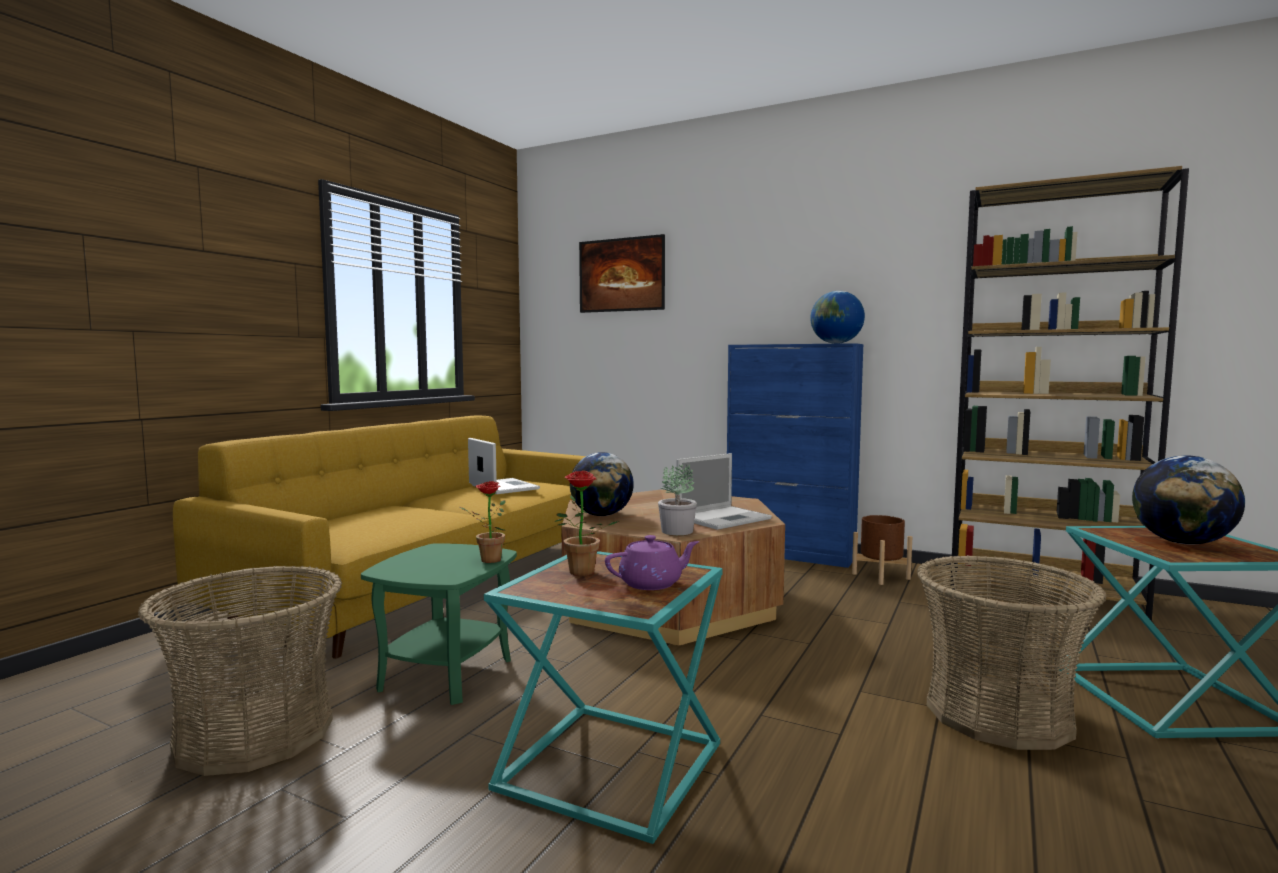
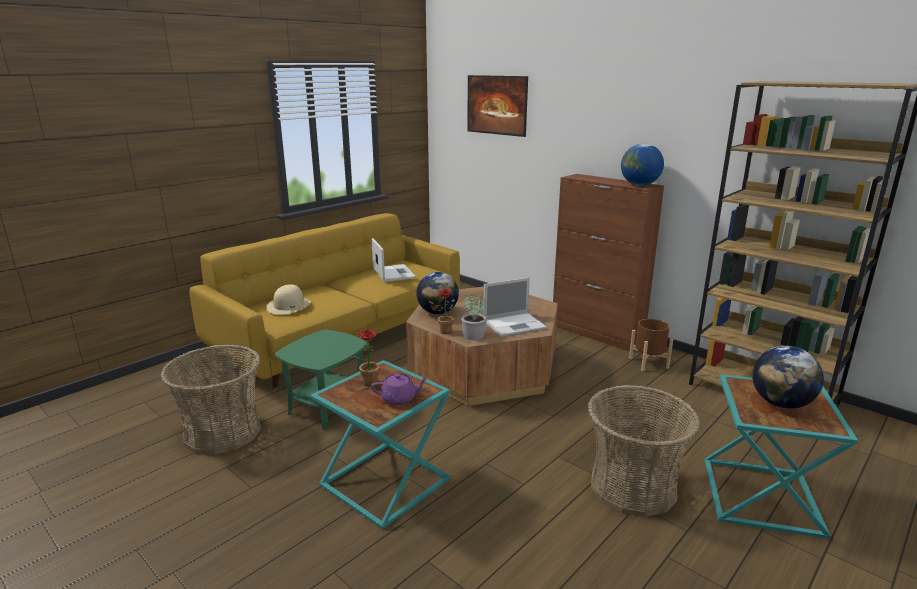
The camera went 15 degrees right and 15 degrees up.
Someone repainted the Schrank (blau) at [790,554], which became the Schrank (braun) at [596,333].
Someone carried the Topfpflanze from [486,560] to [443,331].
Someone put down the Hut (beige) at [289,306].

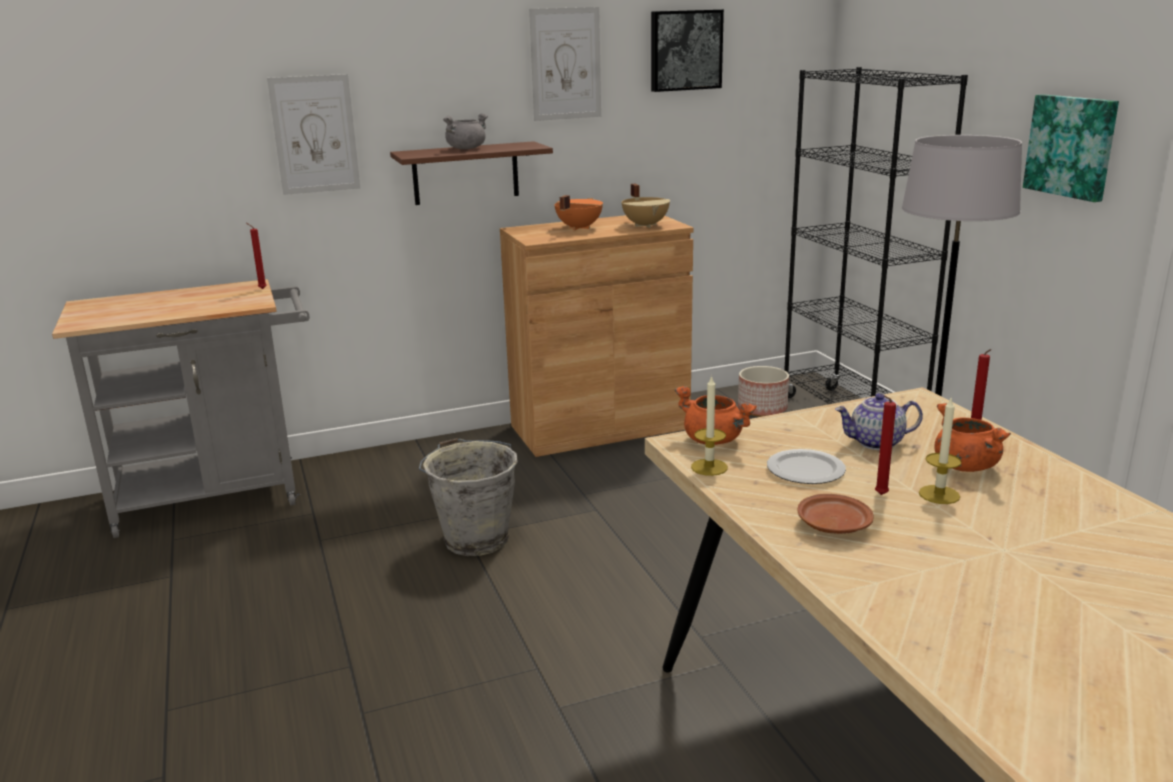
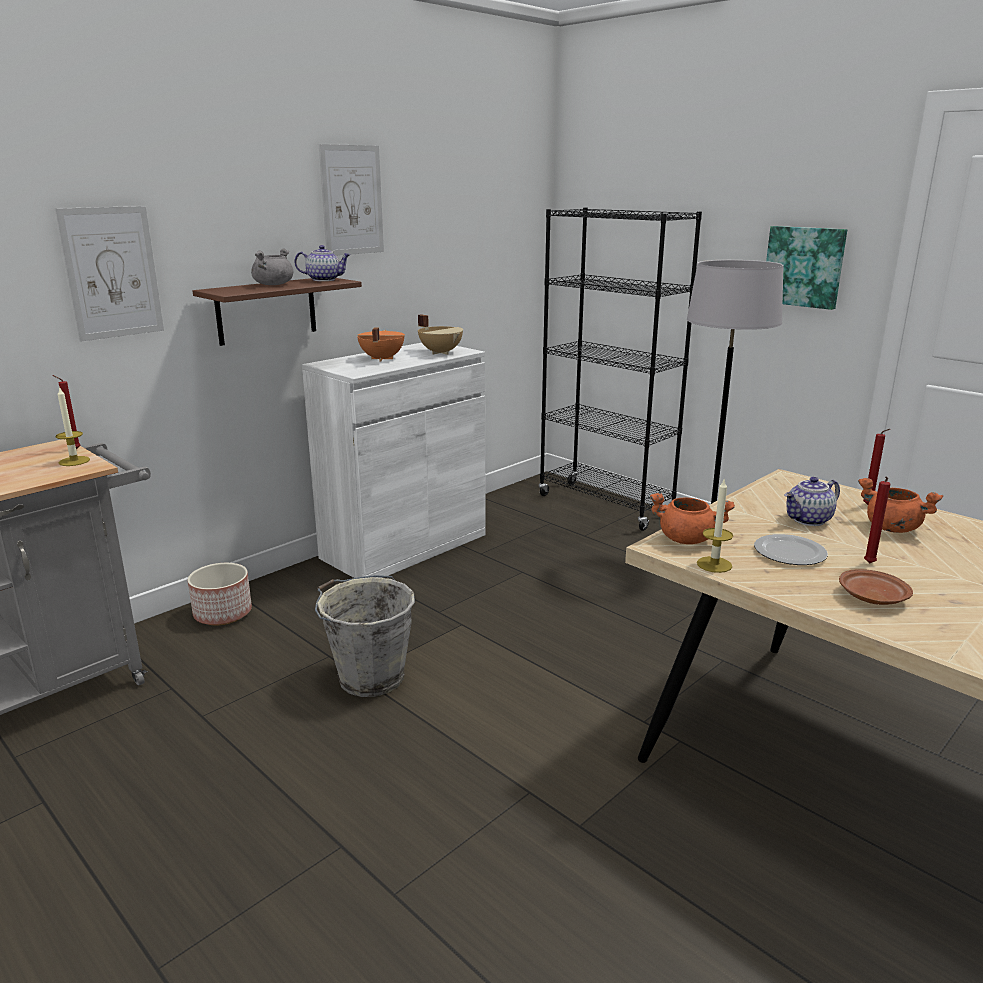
The camera went 25 degrees left and 0 degrees up.
Someone took away the Bild at [685,50].
Someone repainted the Schrank (braun) at [599,427], which became the Schrank (weiß) at [404,546].
Someone carried the Pflanzkübel from [762,409] to [223,613].
Someone carried the Kerze from [939,494] to [74,461].
Someone put down the Teekanne at [324,280].

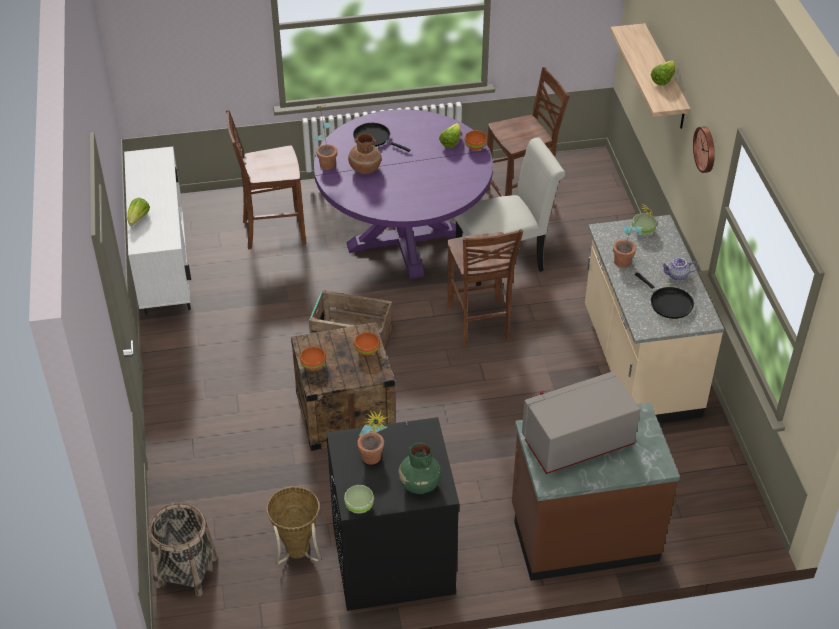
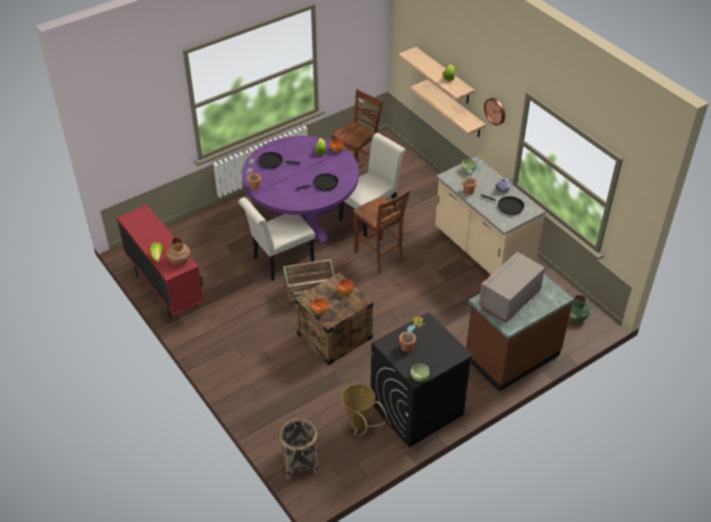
The camera went 25 degrees left and 0 degrees up.
Someone took away the Stuhl (braun) at [272,231].
Someone carried the Vase (braun) from [365,168] to [179,260].
Someone repainted the Schrank (weiß) at [165,275], which became the Schrank (rot) at [166,291].
Someone carried the Vase (grün) from [419,484] to [576,317].
Someone put up the Wandregal at [455,109].
Someone put down the Pfanne (schwarz) at [323,184].
Someone put down the Stuhl (weiß) at [279,262].

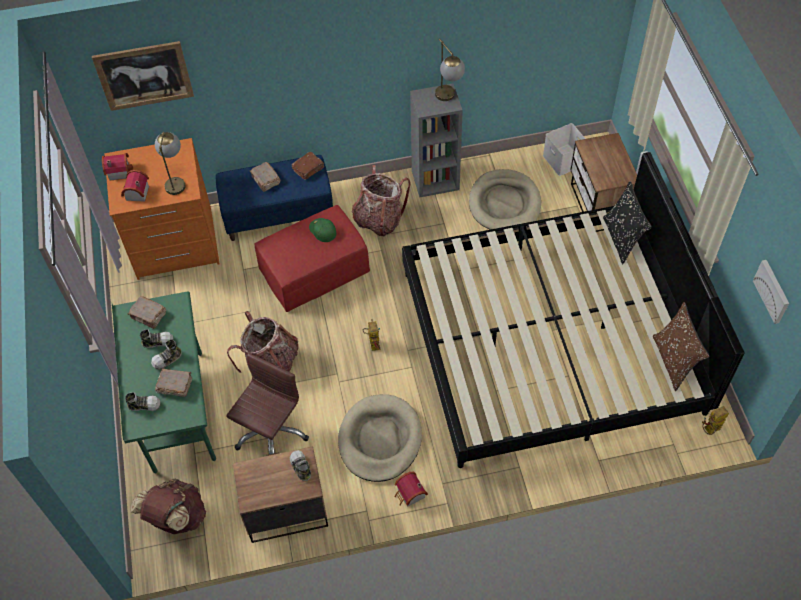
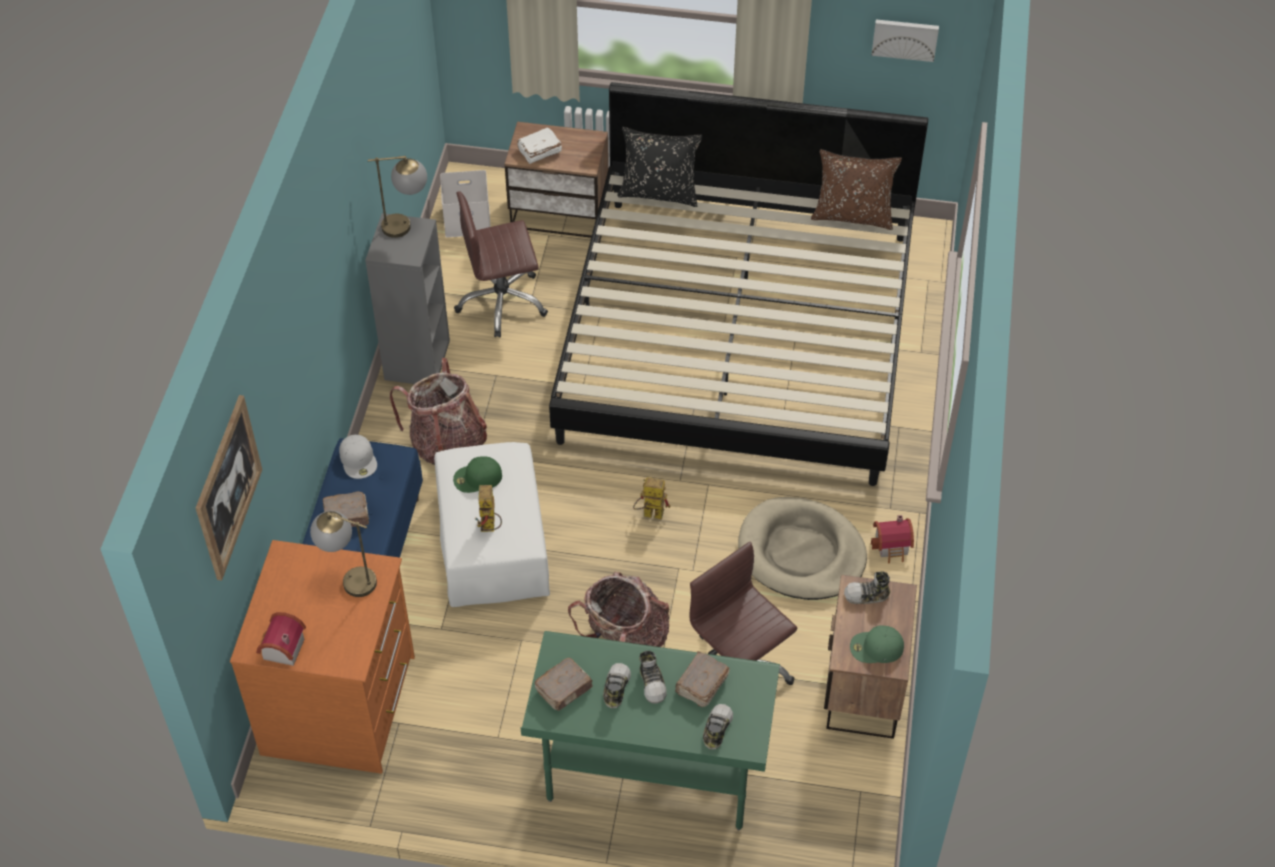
The camera went 70 degrees left and 5 degrees down.
Someone swapped the Buch (braun) at [308,169] for the Kappe (weiß) at [358,459].
Someone swapped the Hundebett (beige) at [504,203] for the Bürostuhl (braun) at [502,303].
Someone took away the Spielzeughaus at [135,194].
Someone repainted the Polsterhocker (rot) at [314,270], which became the Polsterhocker (weiß) at [493,543].
Someone carried the Spielzeugroboter from [710,431] to [490,528].
Someone took away the Rucksack (braun) at [176,518].
Someone put down the Buch (weiß) at [539,151].
Someone put down the Kappe (grün) at [876,648].

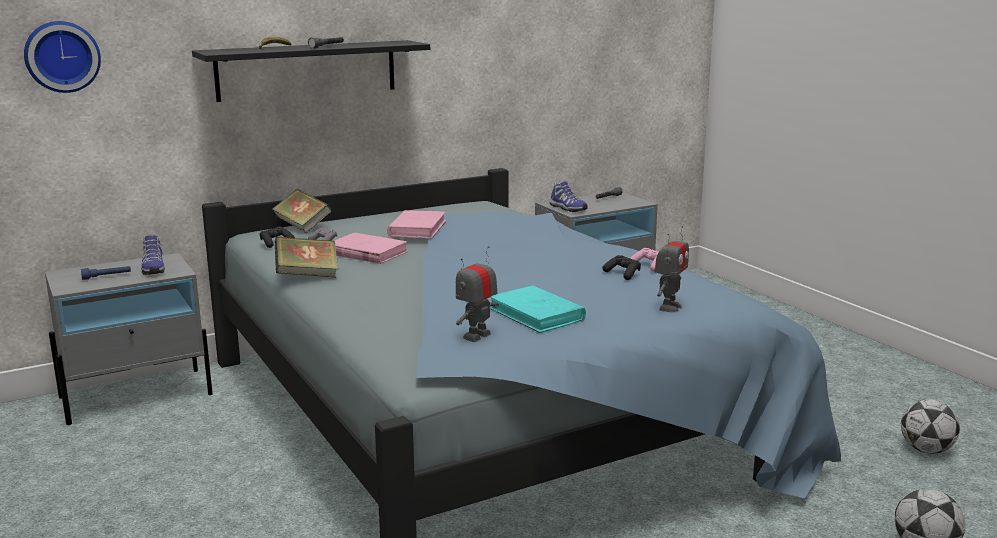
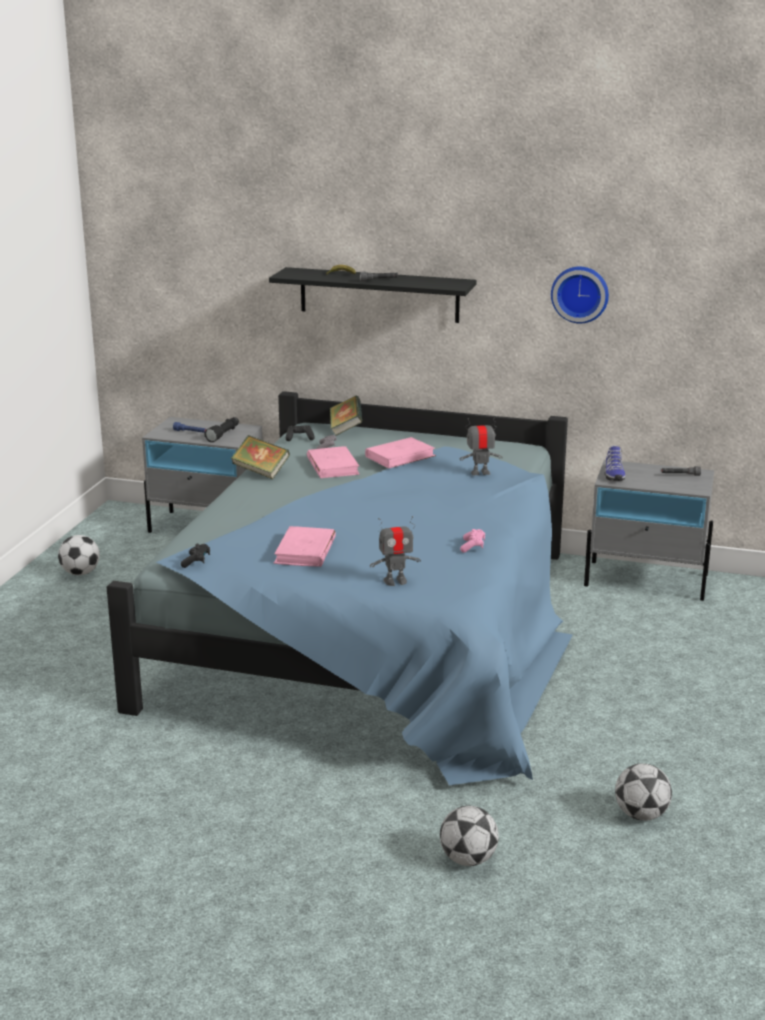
The camera went 45 degrees right and 5 degrees up.
Someone carried the Wanduhr from [62,56] to [580,293].
Someone swapped the Schuh at [153,269] for the Taschenlampe (schwarz) at [223,434].
Someone carried the Spielzeugroboter from [477,336] to [480,473].
Someone carried the Gamepad (schwarz) from [622,274] to [196,561].
Someone repainted the Buch (türkis) at [536,314], which became the Buch (rosa) at [305,551].
Someone put down the Fußball at [80,573].

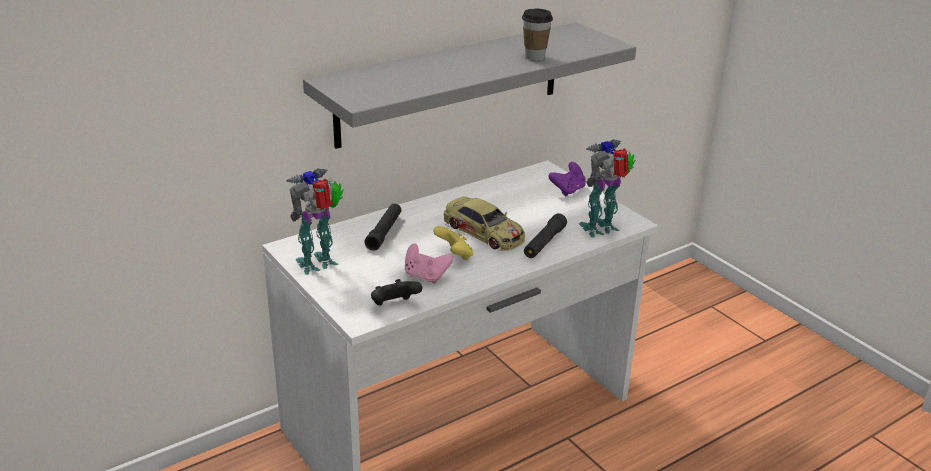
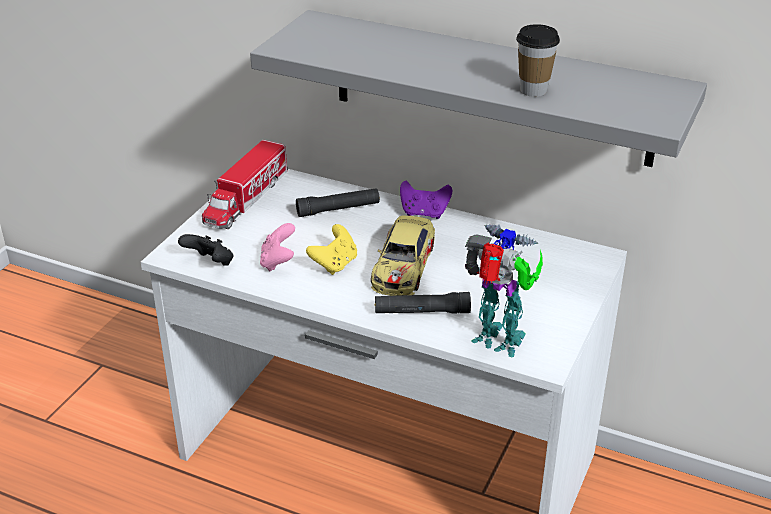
The camera went 60 degrees right and 5 degrees up.
Someone carried the Gamepad (lila) from [568,190] to [424,213].
Someone swapped the Spielzeugroboter at [319,264] for the Spielzeuglaster at [246,199].

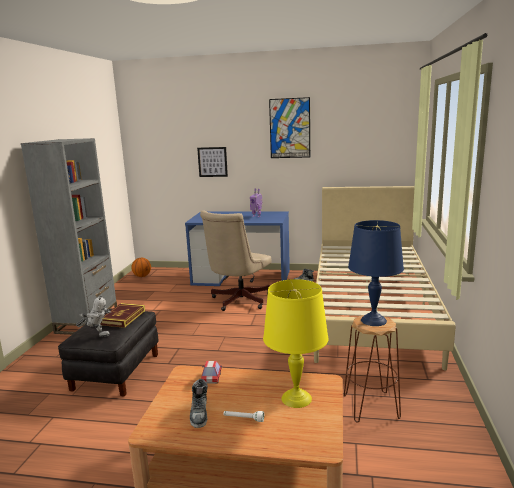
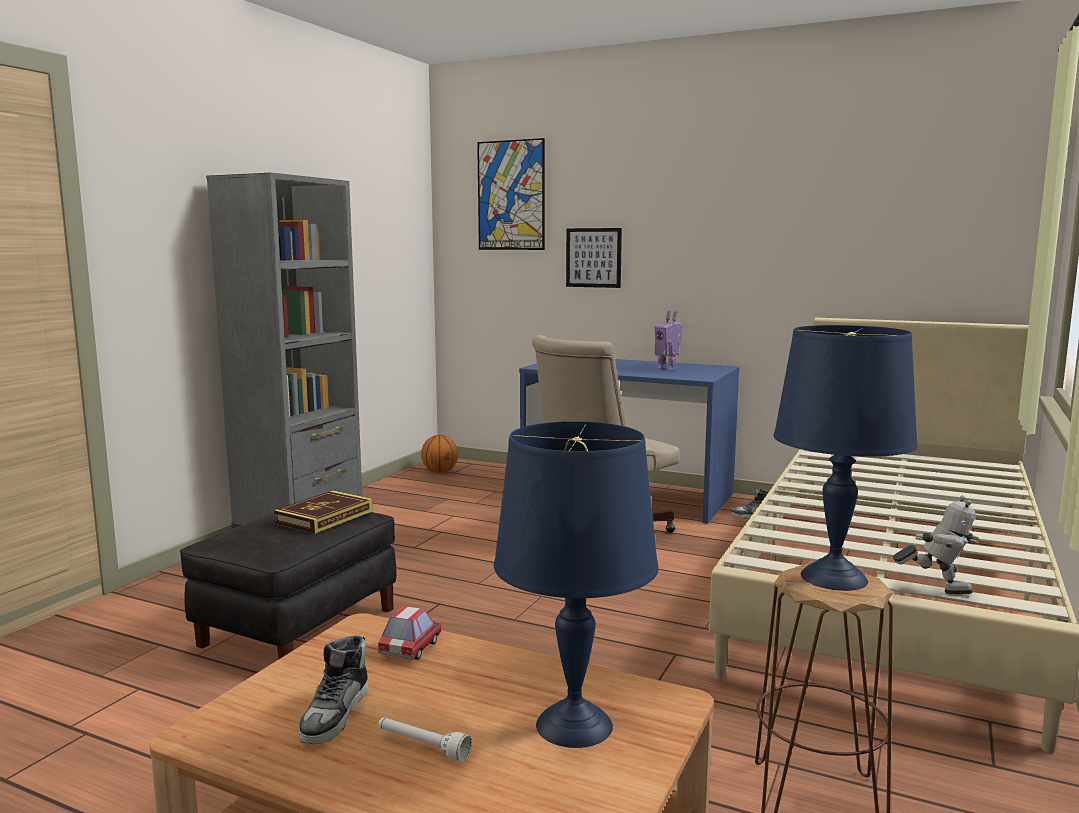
The camera went 15 degrees right and 5 degrees down.
Someone carried the Bild from [290,128] to [511,195].
Someone repainted the Tischlampe (gelb) at [296,398], which became the Tischlampe (blau) at [573,725].
Someone carried the Spielzeugroboter from [97,335] to [936,589].

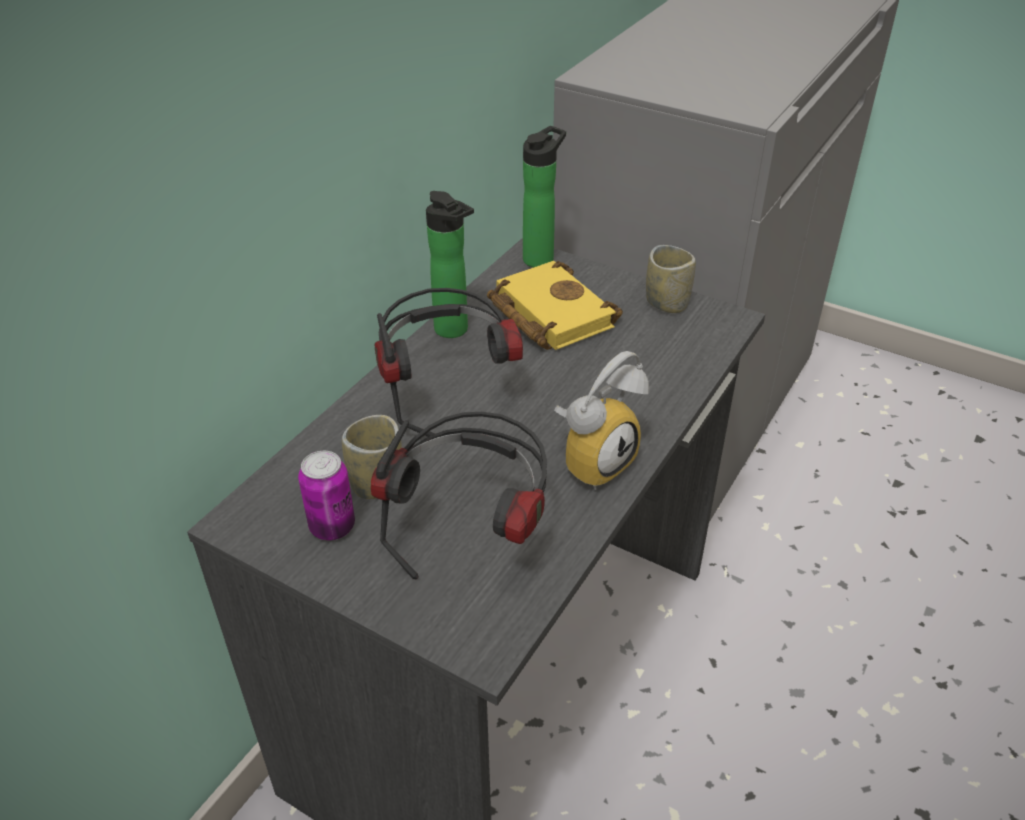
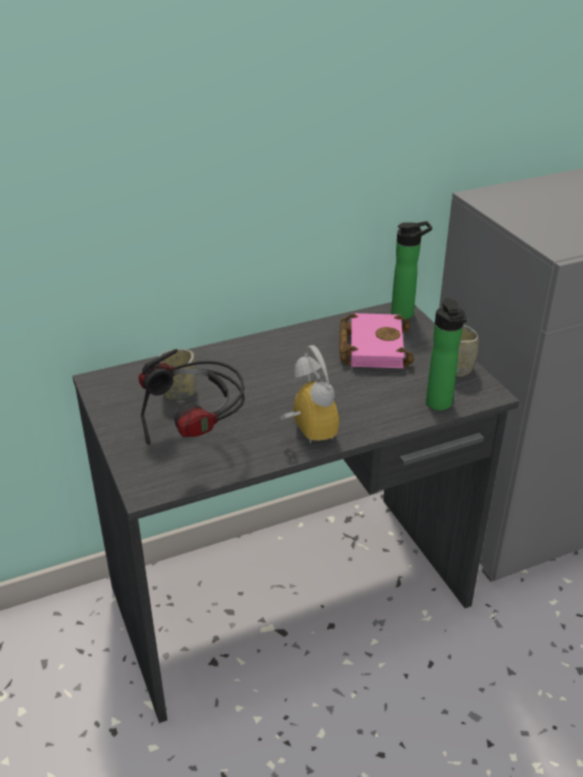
The camera went 35 degrees right and 5 degrees down.
Someone carried the Flasche from [454,331] to [440,405].
Someone repainted the Buch (gelb) at [547,313], which became the Buch (rosa) at [371,346].
Someone took away the Kopfhörer at [447,395].
Someone rotated the Wecker at [594,460] by 105 degrees counterclockwise.
Someone took away the Dose at [332,527].

